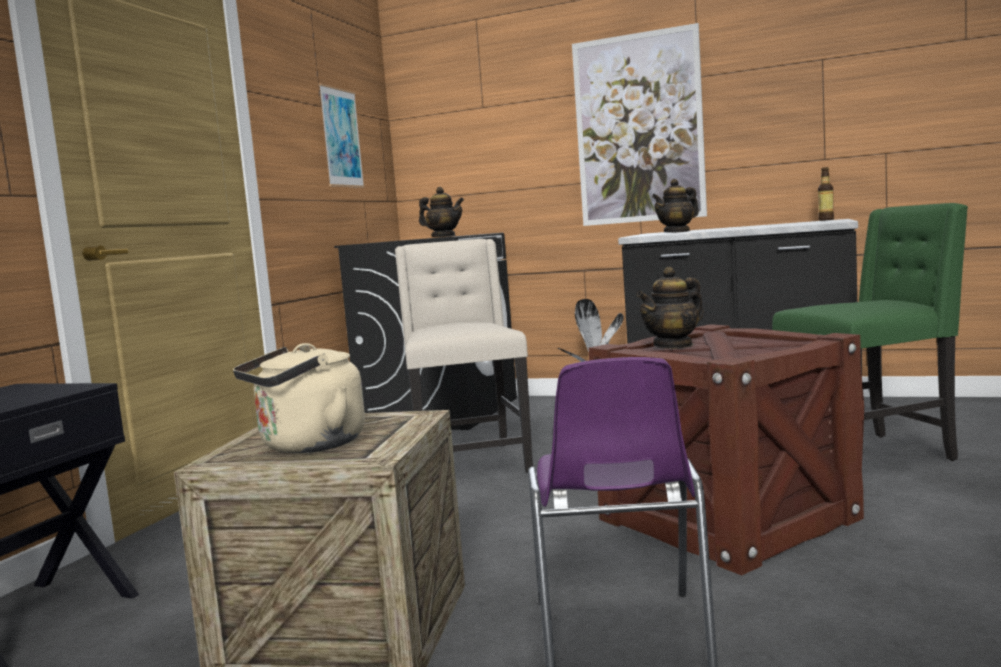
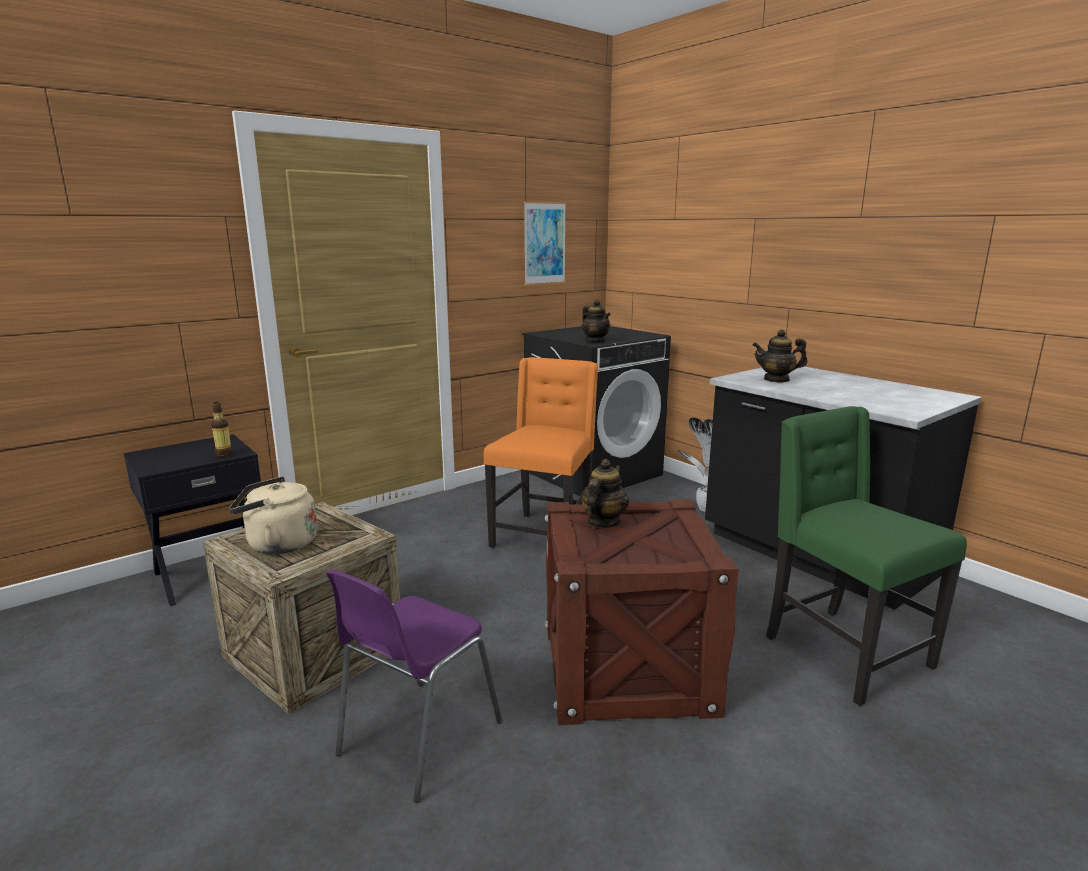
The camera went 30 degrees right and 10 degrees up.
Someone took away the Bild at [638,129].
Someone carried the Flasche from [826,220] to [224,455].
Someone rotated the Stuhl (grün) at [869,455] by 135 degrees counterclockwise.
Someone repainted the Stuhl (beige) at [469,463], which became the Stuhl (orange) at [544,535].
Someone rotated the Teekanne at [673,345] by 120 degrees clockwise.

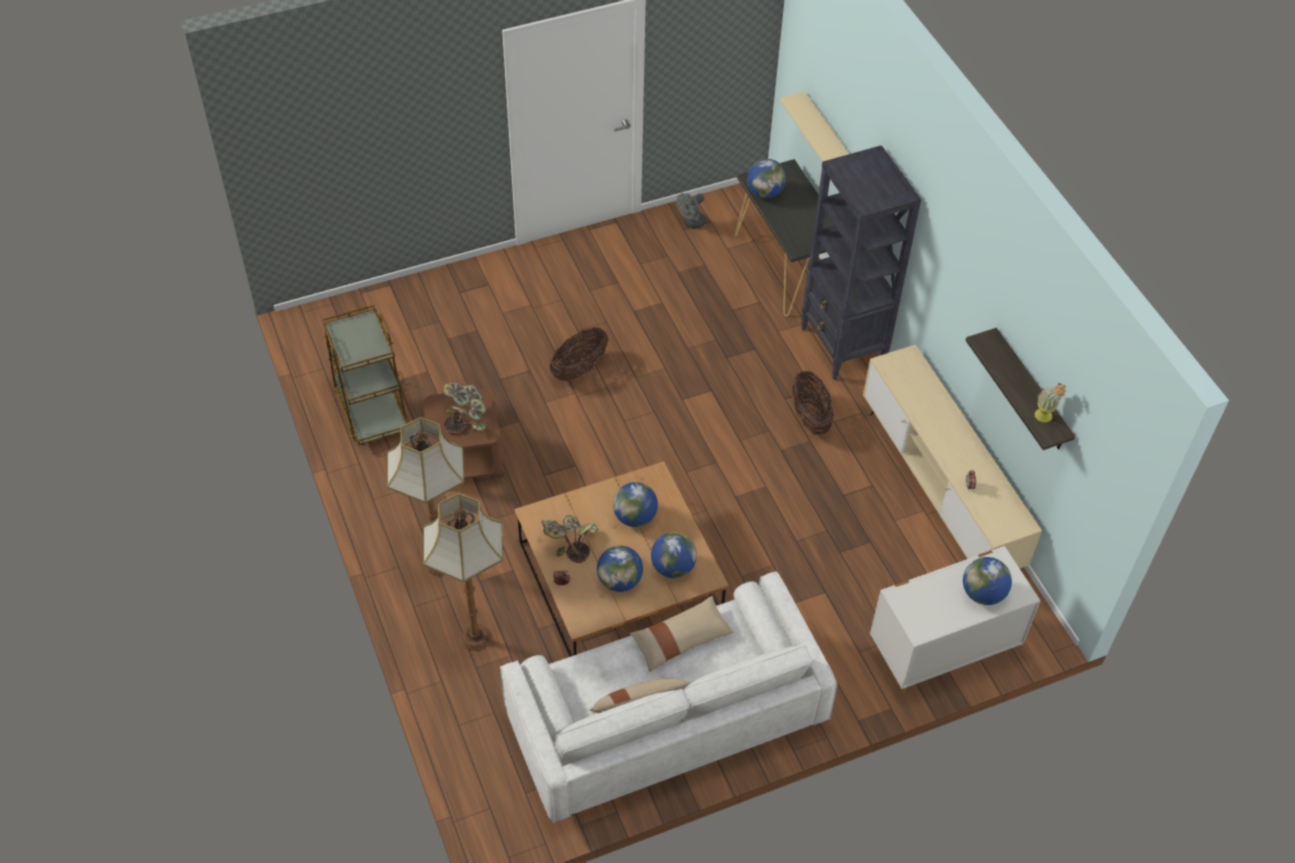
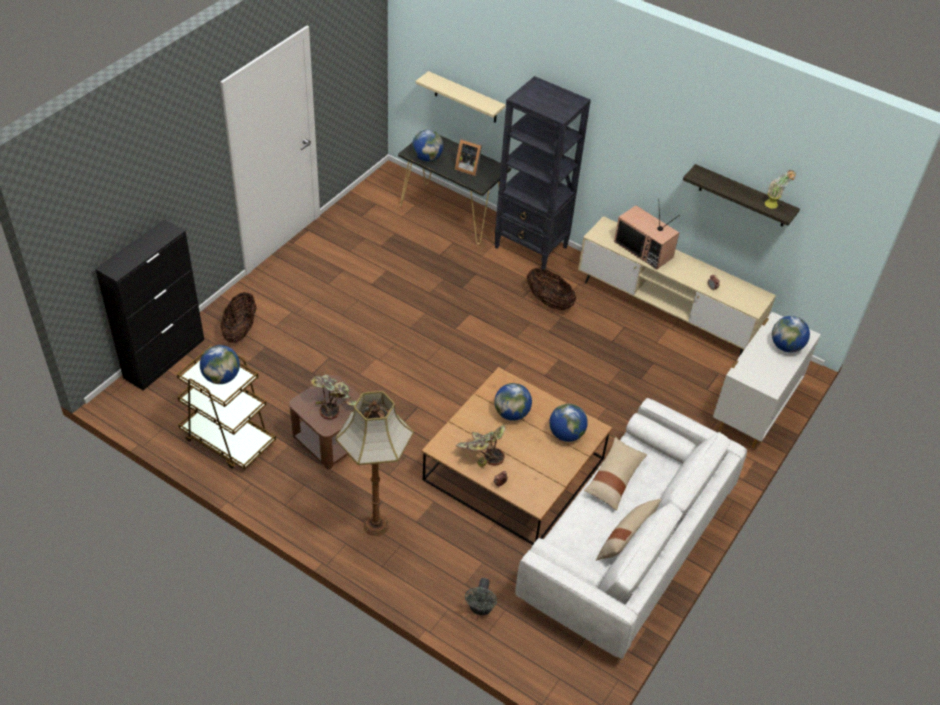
The camera went 35 degrees left and 5 degrees down.
Someone carried the Ventilator (grau) from [691,223] to [480,608].
Someone carried the Korb from [579,368] to [240,330].
Someone took away the Stehlampe at [474,636].
Someone carried the Globus from [619,581] to [221,377].
Someone put down the Bilderrahmen at [468,168].
Someone put down the Fernseher at [644,249].
Someone put down the Schrank (schwarz) at [165,358].

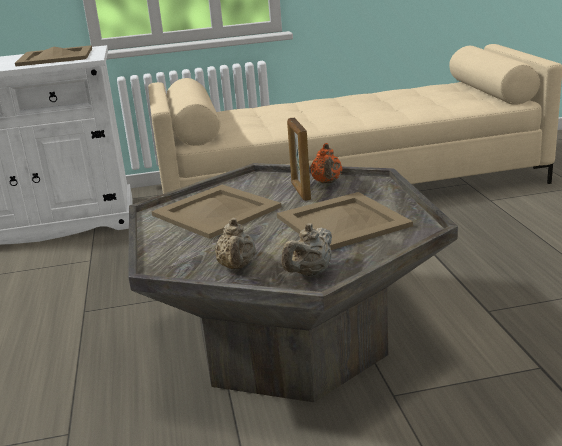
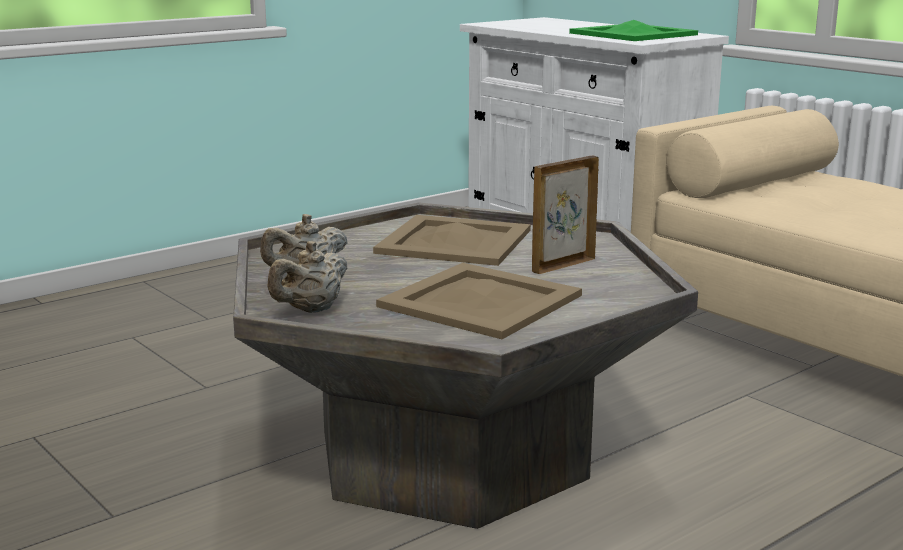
The camera went 60 degrees right and 5 degrees down.
Someone repainted the Tablett (beige) at [55,57], which became the Tablett (grün) at [631,34].
Someone took away the Teekanne (orange) at [327,182].
Someone rotated the Teekanne (beige) at [310,273] by 60 degrees counterclockwise.

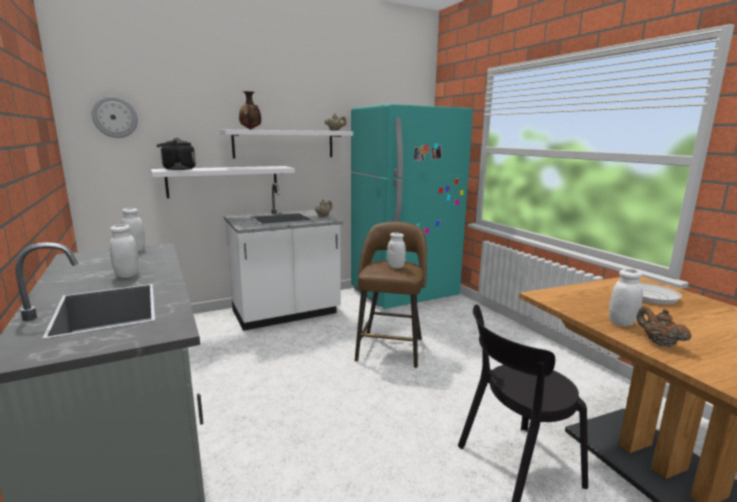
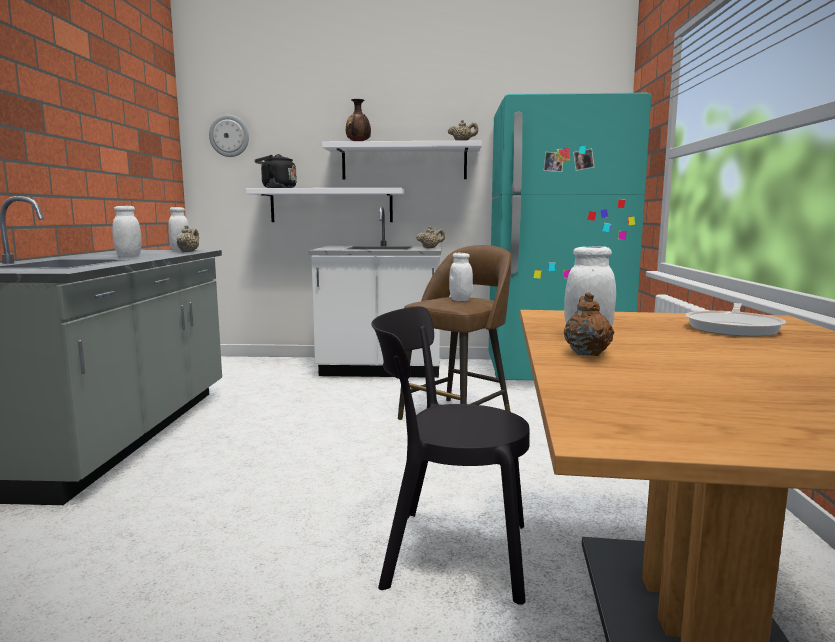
The camera went 30 degrees right and 5 degrees down.
Someone put down the Teekanne (beige) at [188,251].

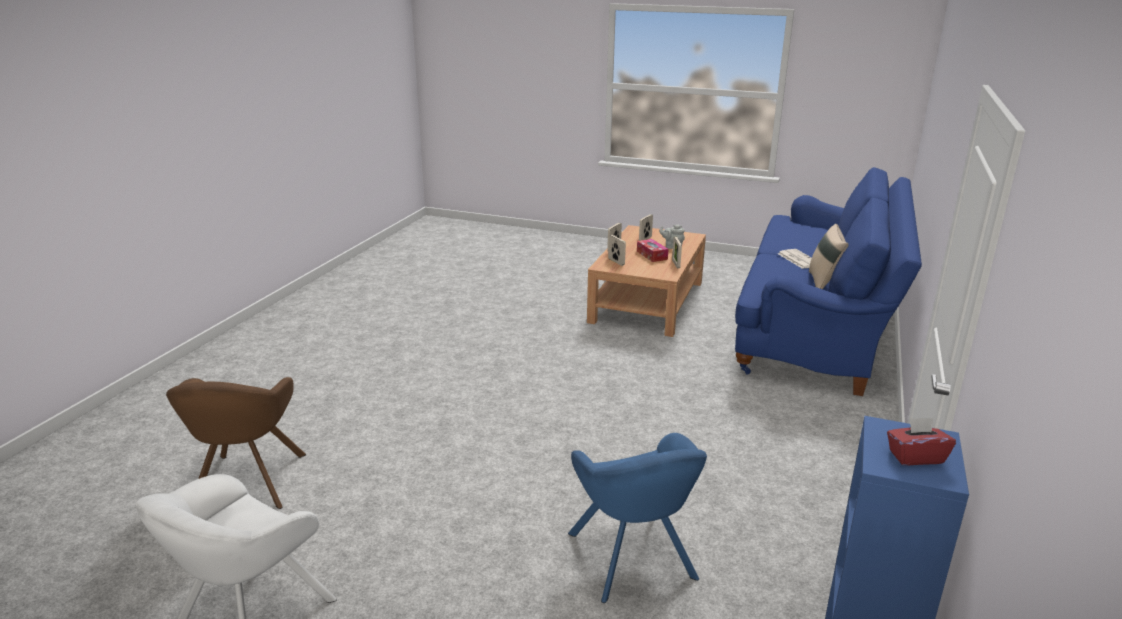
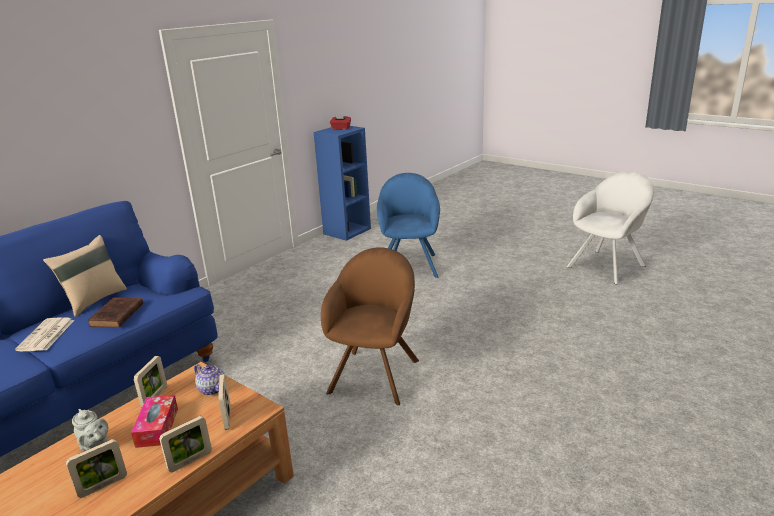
The camera went 160 degrees left and 0 degrees up.
Someone carried the Sessel (braun) from [247,484] to [376,373].
Someone put down the Buch (braun) at [116,316].
Someone put down the Teekanne at [212,389].

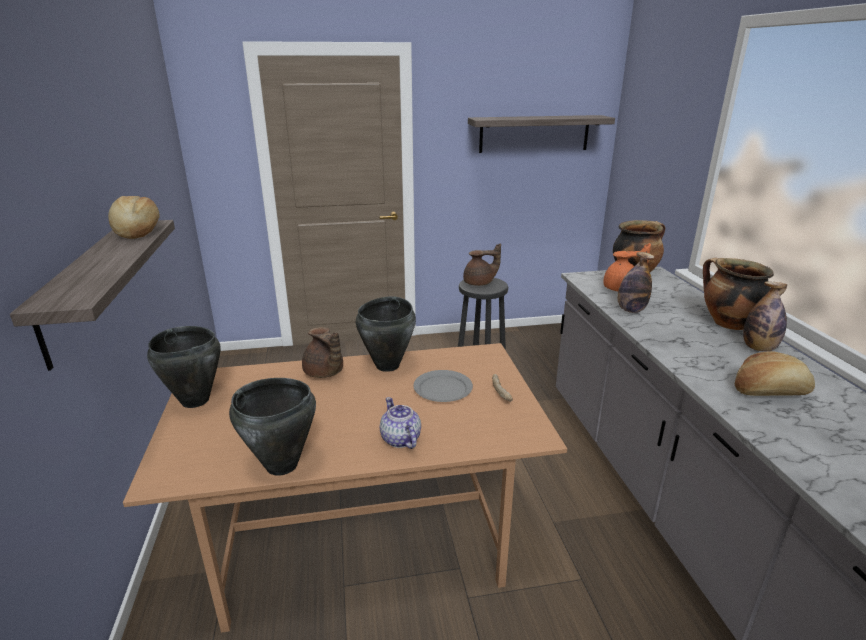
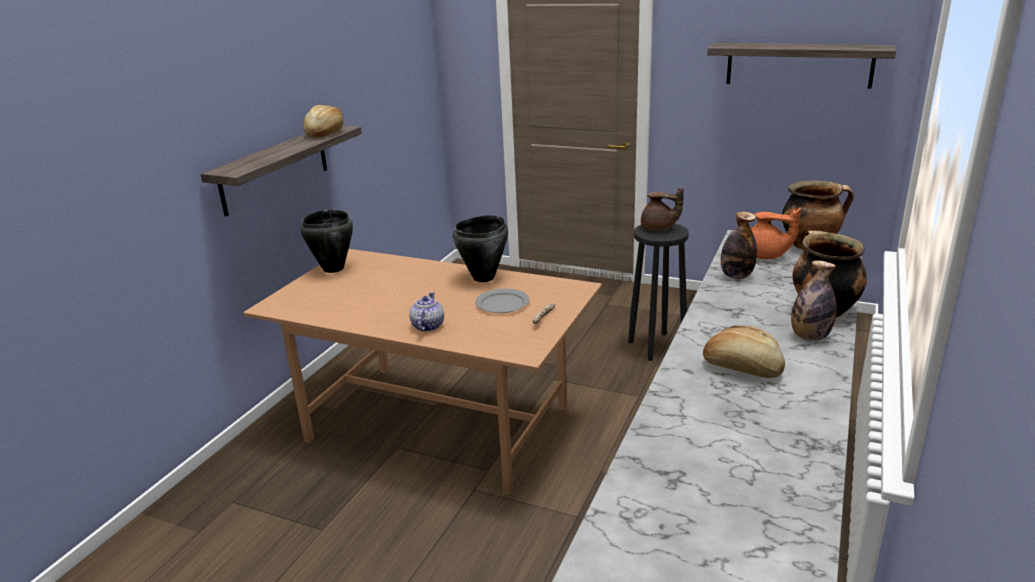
The camera went 35 degrees right and 0 degrees up.
Someone took away the Teekanne (braun) at [324,373].
Someone took away the Kochtopf (schwarz) at [282,465].

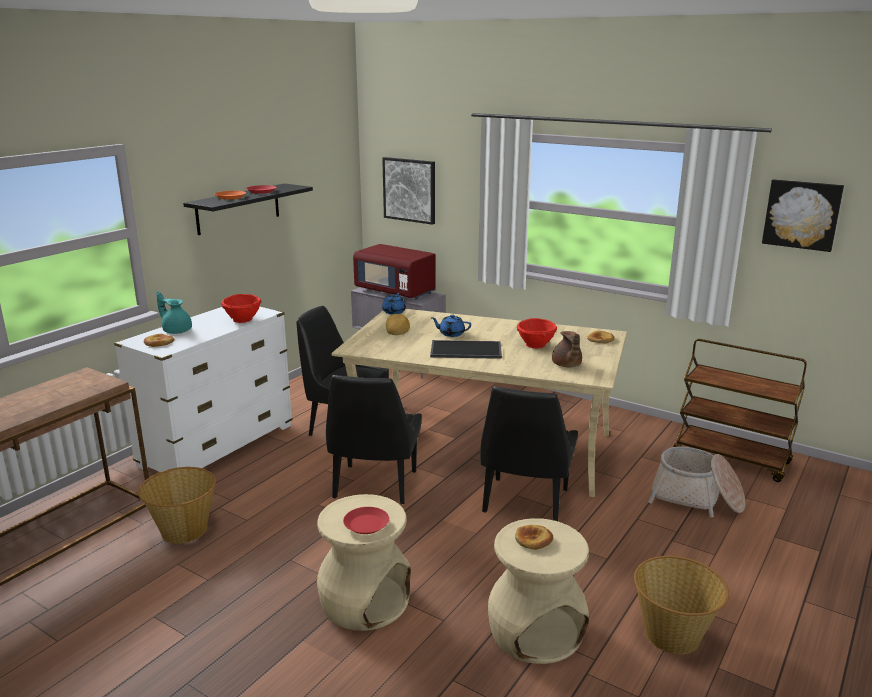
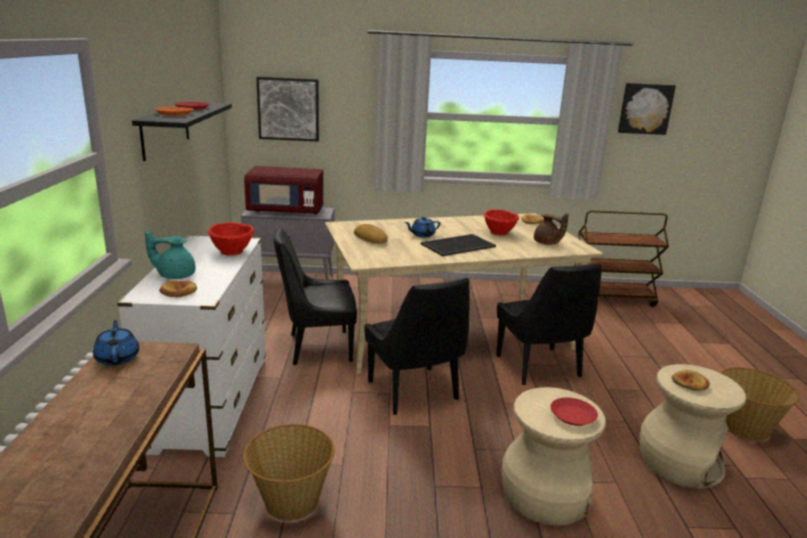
The camera went 35 degrees left and 0 degrees up.
Someone carried the Teekanne (blau) from [394,312] to [117,357].
Someone took away the Korb at [696,498].

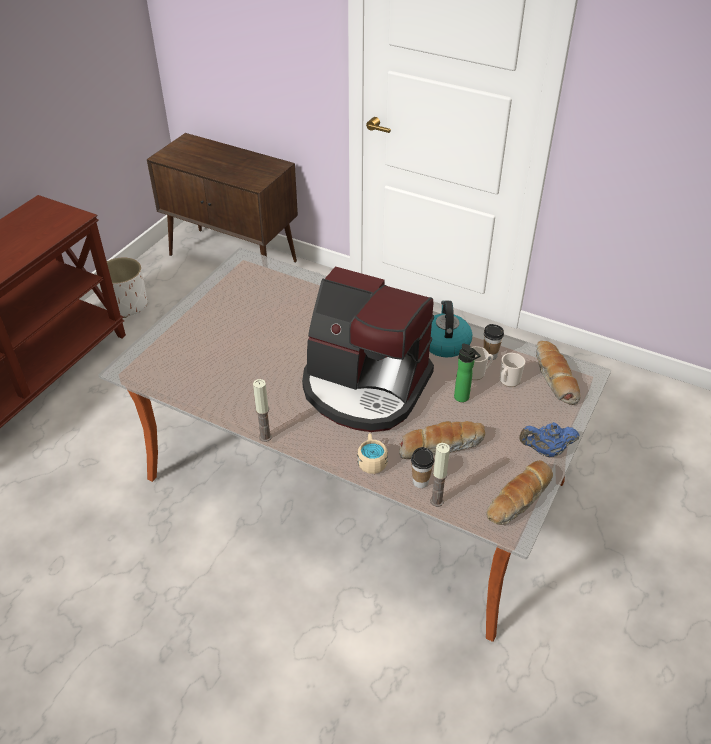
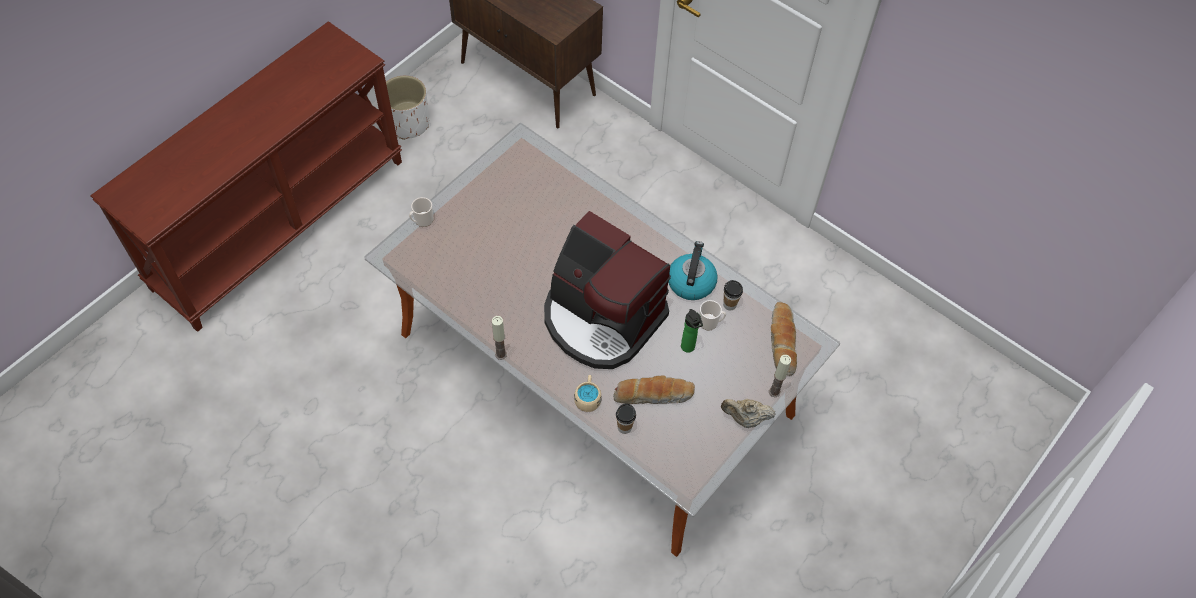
The camera went 10 degrees right and 15 degrees up.
Someone carried the Henkelbecher from [508,381] to [422,220].
Someone repainted the Teekanne (blau) at [546,451], which became the Teekanne (beige) at [745,419].
Someone carried the Kerze from [436,501] to [774,392].
Someone took away the Brot at [519,500].

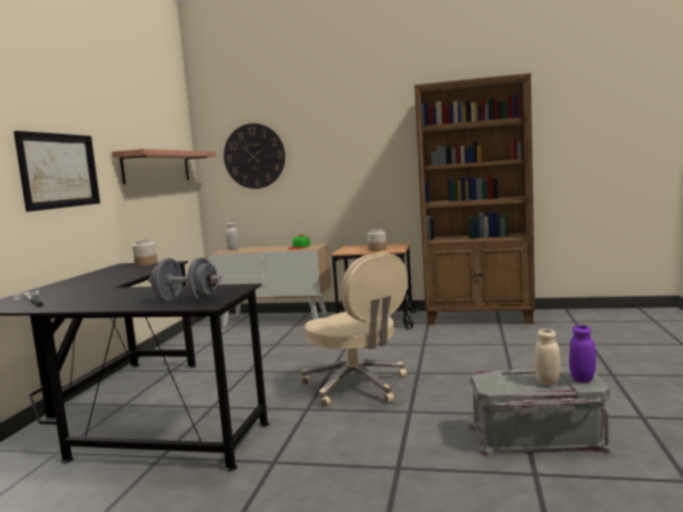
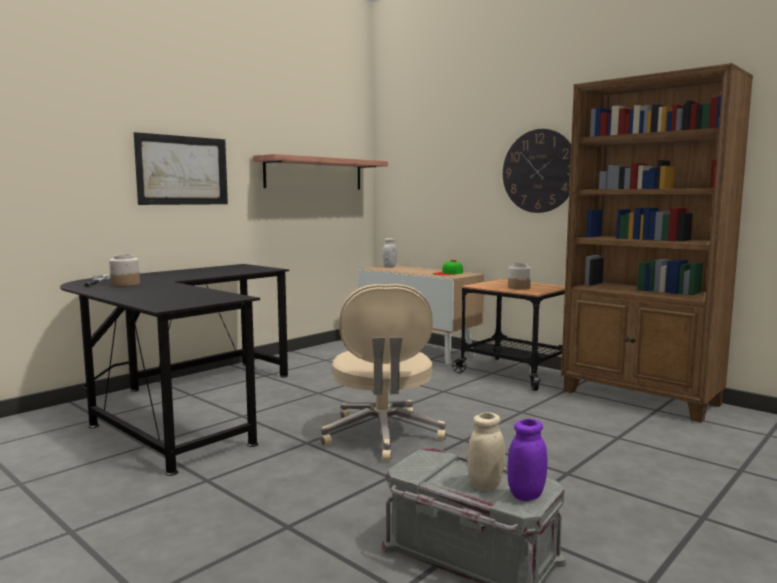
The camera went 30 degrees right and 0 degrees up.
Someone carried the Wanduhr from [254,156] to [539,171].
Someone carried the Vorratsglas from [146,264] to [125,284].
Someone took away the Hantel (grau) at [187,300].

